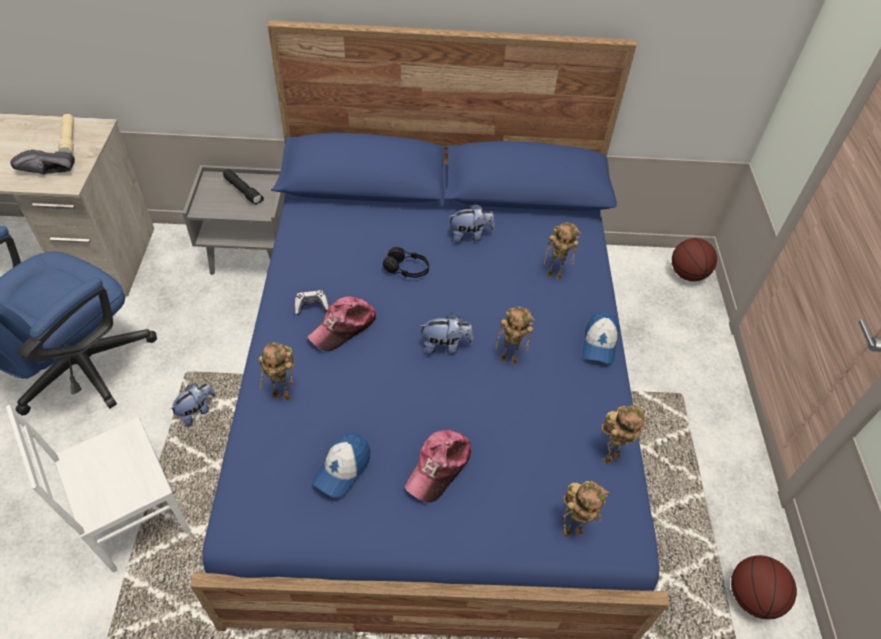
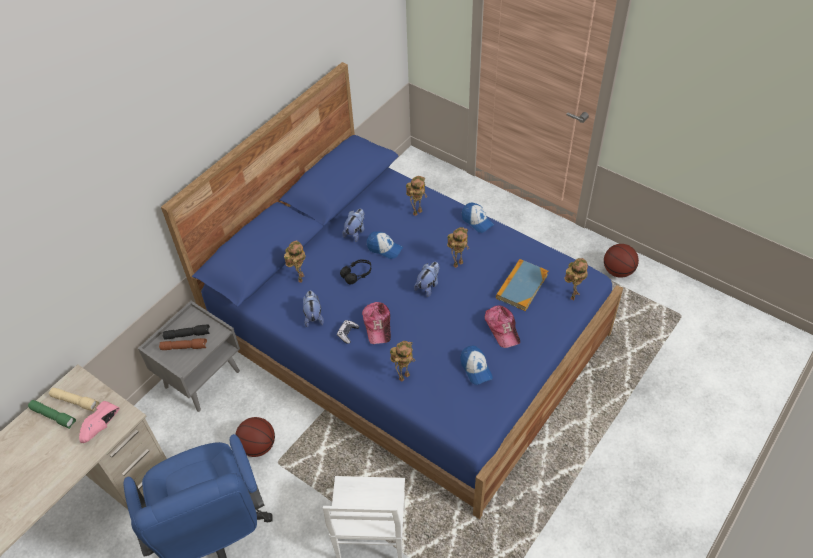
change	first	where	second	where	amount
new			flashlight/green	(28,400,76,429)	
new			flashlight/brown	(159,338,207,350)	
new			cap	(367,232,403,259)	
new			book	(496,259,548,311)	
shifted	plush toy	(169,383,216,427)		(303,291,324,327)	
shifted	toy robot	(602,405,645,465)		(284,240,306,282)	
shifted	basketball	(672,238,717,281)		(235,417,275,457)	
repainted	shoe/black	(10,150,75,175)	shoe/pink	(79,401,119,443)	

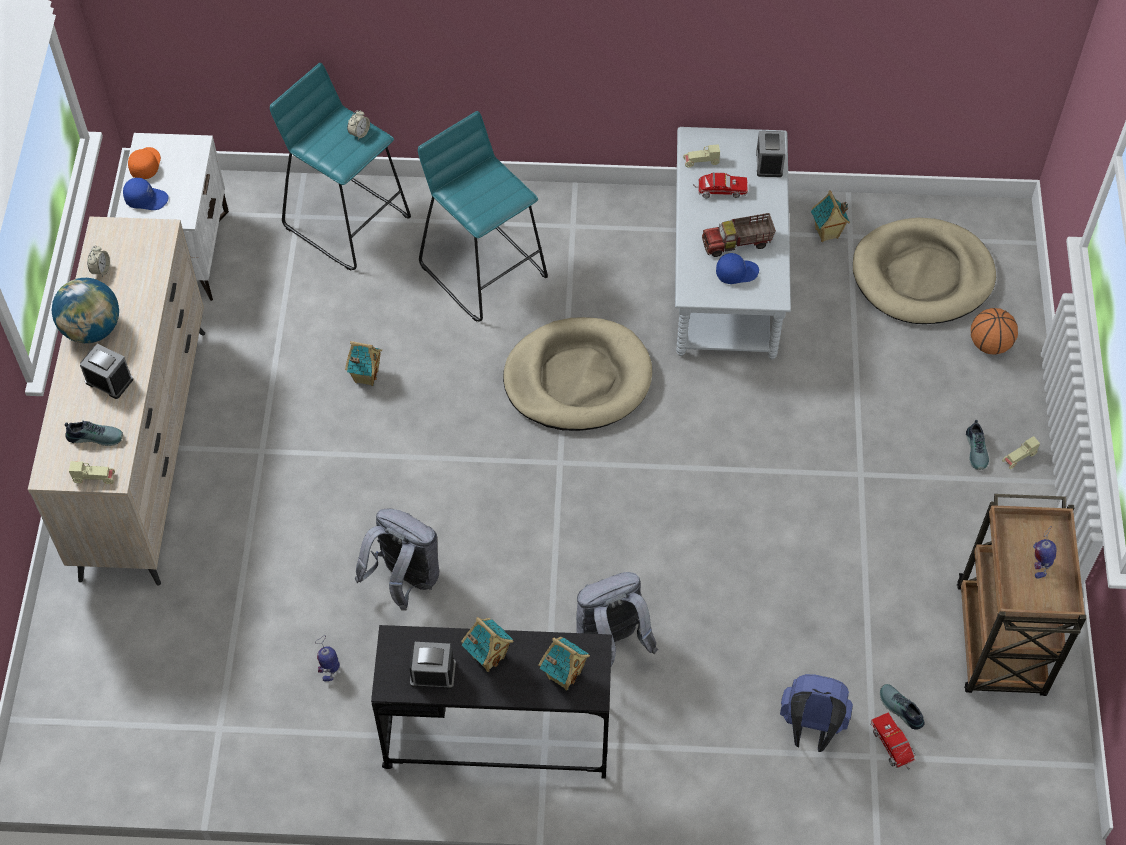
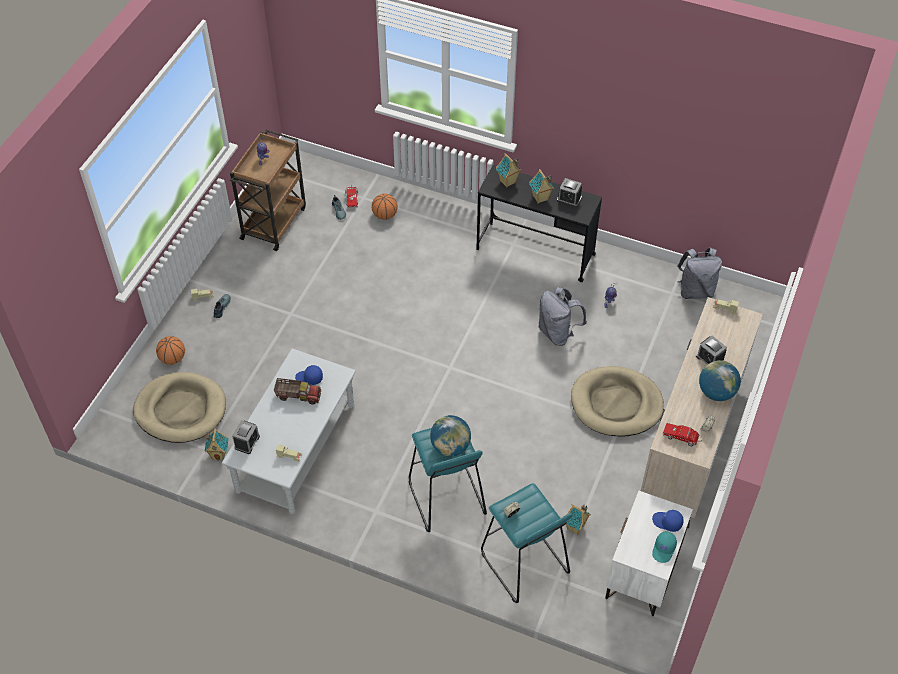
change	first	where	second	where	amount
gone	shoe	(65,421,123,446)			
new			globe	(430,415,471,456)	
shifted	toy house	(345,341,382,386)		(566,504,591,535)	
shifted	dog bed/beige	(503,317,652,431)		(571,366,664,437)	
shifted	backpack/grey	(576,572,658,666)		(677,247,722,299)	
shifted	toy truck	(693,172,748,198)		(663,423,702,447)	
swapped	backpack/blue	(780,674,853,752)	basketball	(372,194,397,220)	
repainted	cap/orange	(128,147,161,179)	cap/turquoise	(652,532,677,563)	

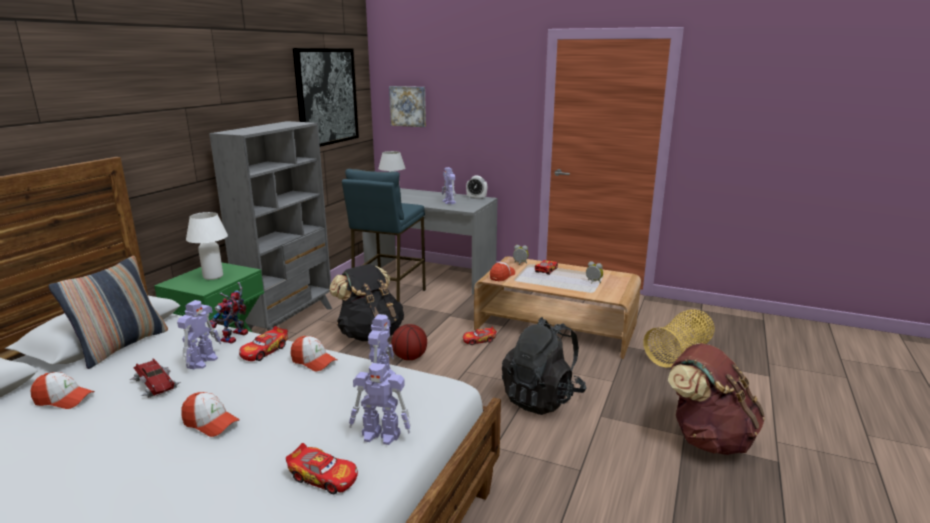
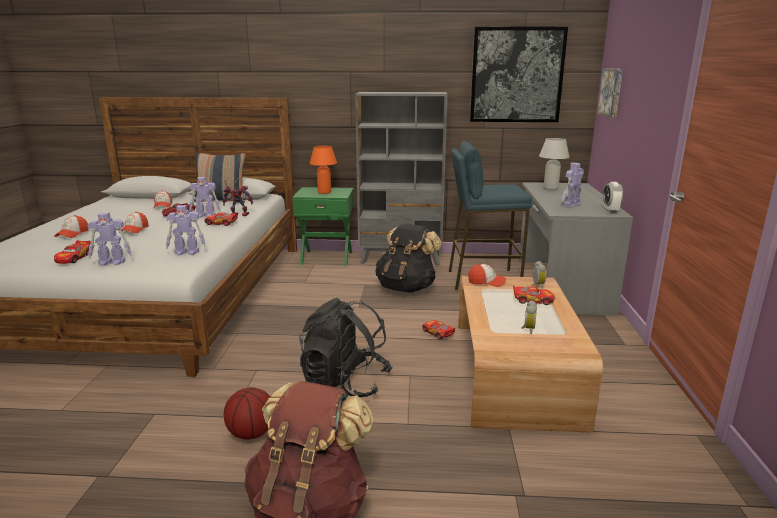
change	first	where	second	where	amount
gone	basket	(643,309,714,368)			
shifted	cap	(291,336,337,371)		(54,215,89,238)	
shifted	basketball	(391,324,427,360)		(224,387,271,440)	
repainted	table lamp/white	(186,212,228,280)	table lamp/orange	(310,146,337,194)	
rotated	toy robot	(349,363,411,445)		(87,213,132,266)	90 degrees counterclockwise

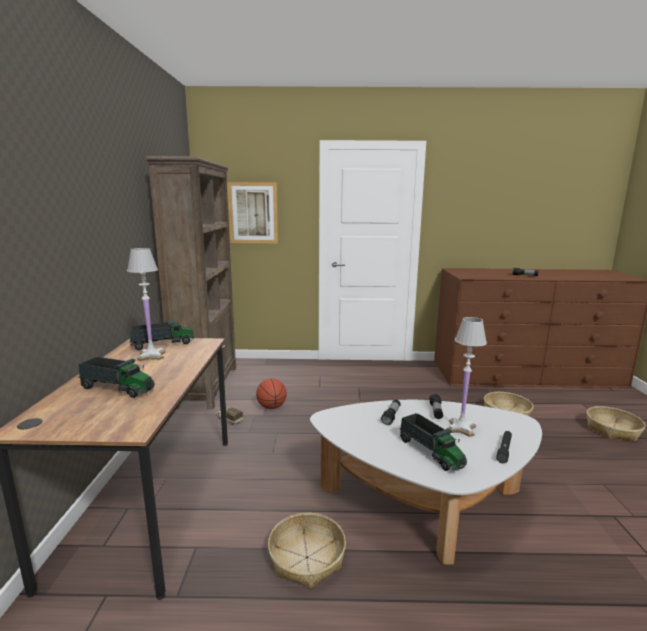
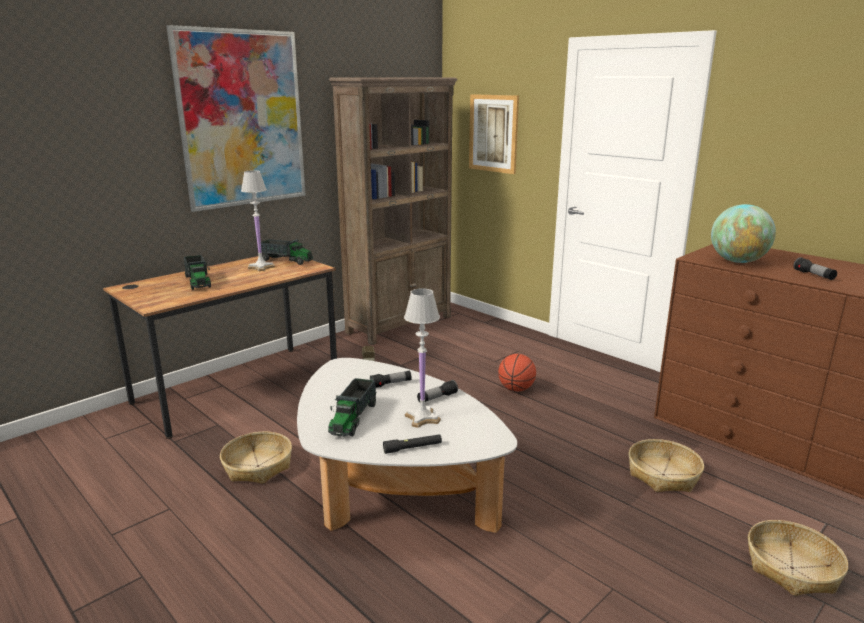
change	first	where	second	where	amount
new			picture	(166,25,306,212)	
new			globe	(711,204,776,263)	
shifted	basketball	(256,378,287,409)		(498,354,536,391)	

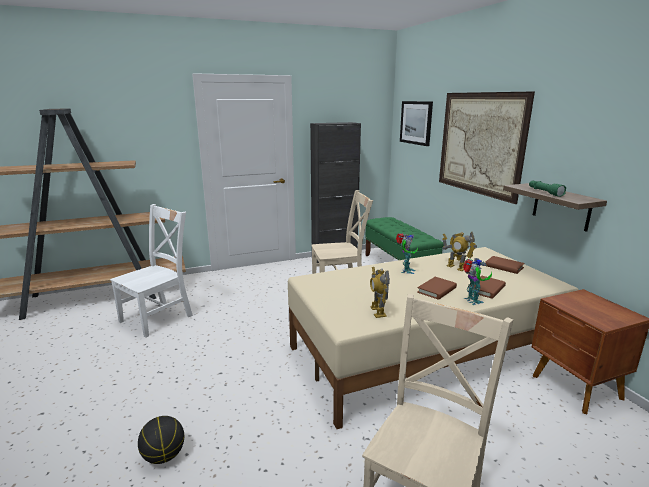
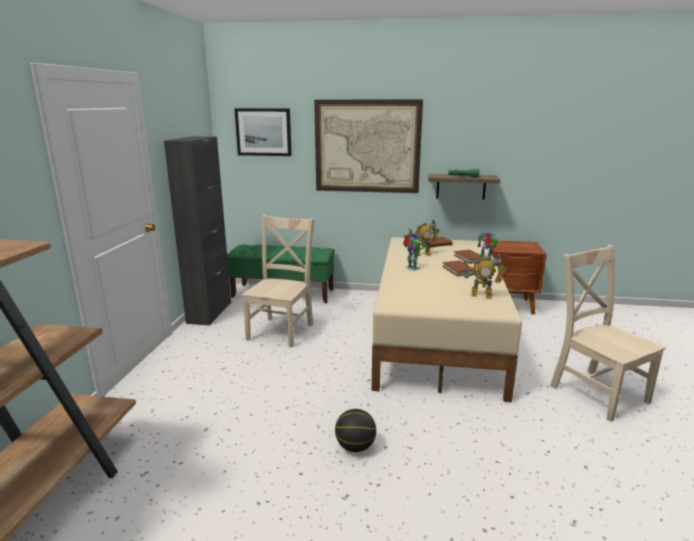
change	first	where	second	where	amount
gone	chair/white	(110,204,193,338)			
shifted	basketball	(138,416,184,464)		(335,409,376,452)	

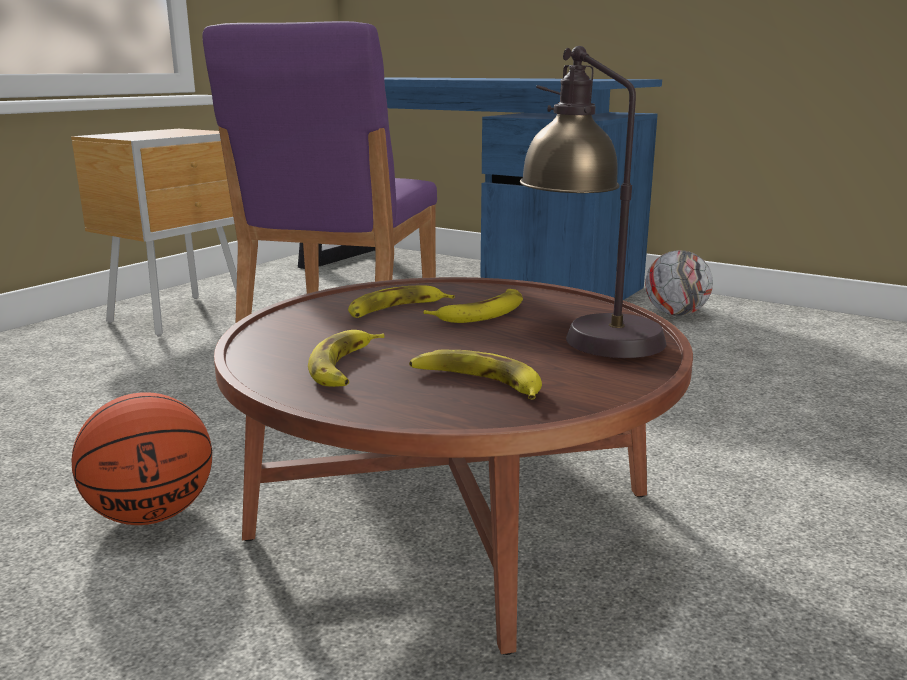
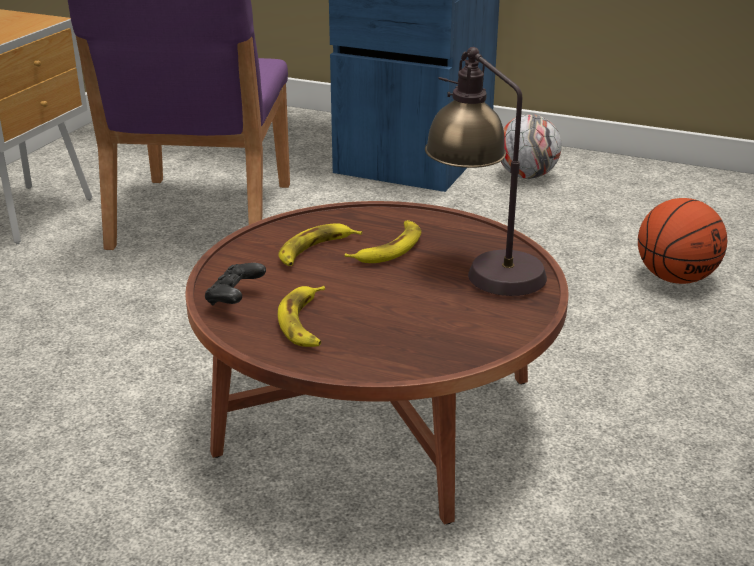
change	first	where	second	where	amount
gone	banana	(409,350,542,400)			
new			game controller/black	(205,263,266,305)	
shifted	basketball	(71,392,212,525)		(638,198,727,284)	

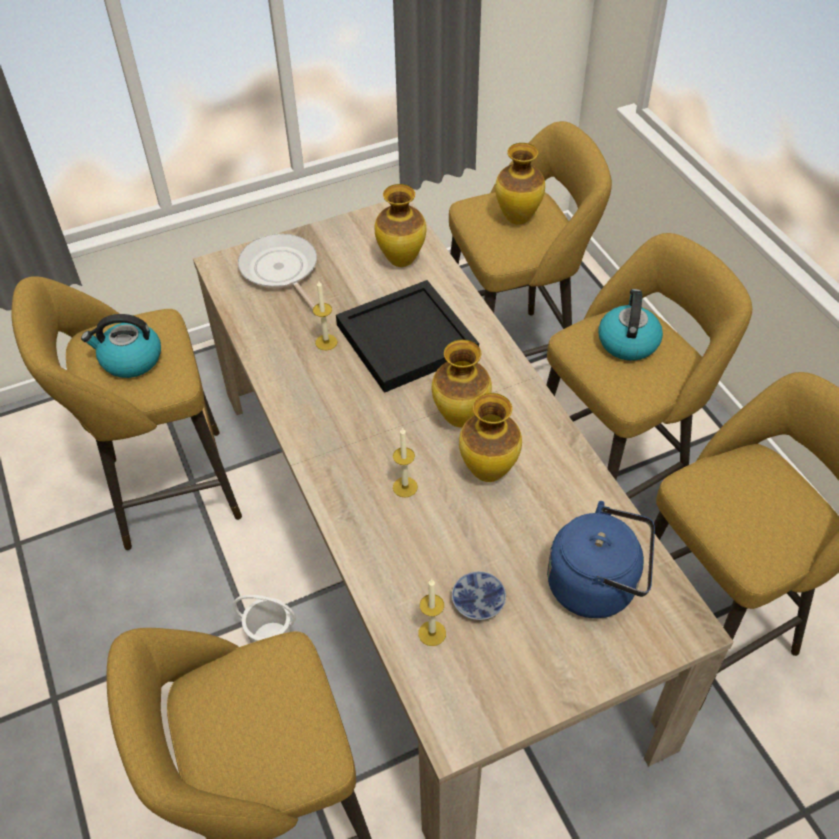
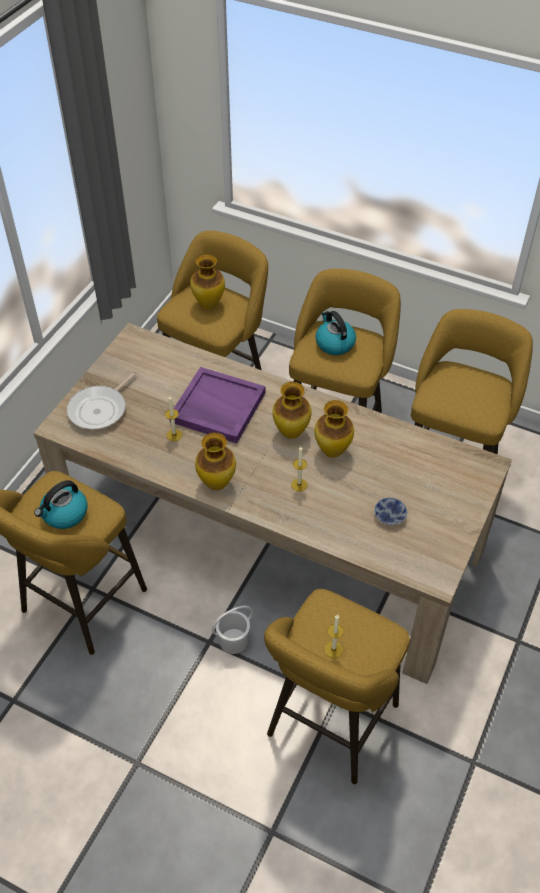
change	first	where	second	where	amount
gone	kettle/blue	(547,501,655,618)			
shifted	vase	(374,184,426,267)		(195,432,236,490)	
shifted	candle	(418,579,446,646)		(324,615,344,658)	
repainted	tray/black	(336,280,479,393)	tray/purple	(170,367,265,444)	
rotated	frying pan	(238,234,317,309)		(67,371,137,430)	75 degrees counterclockwise

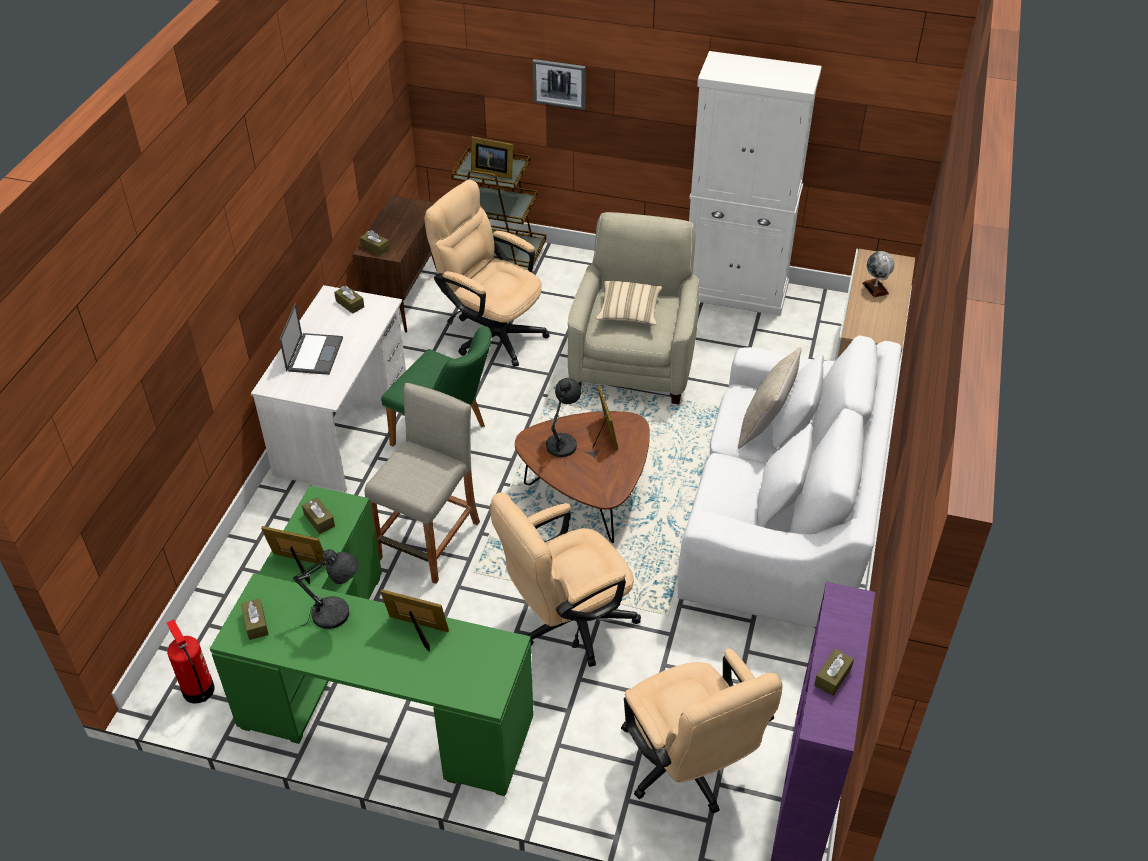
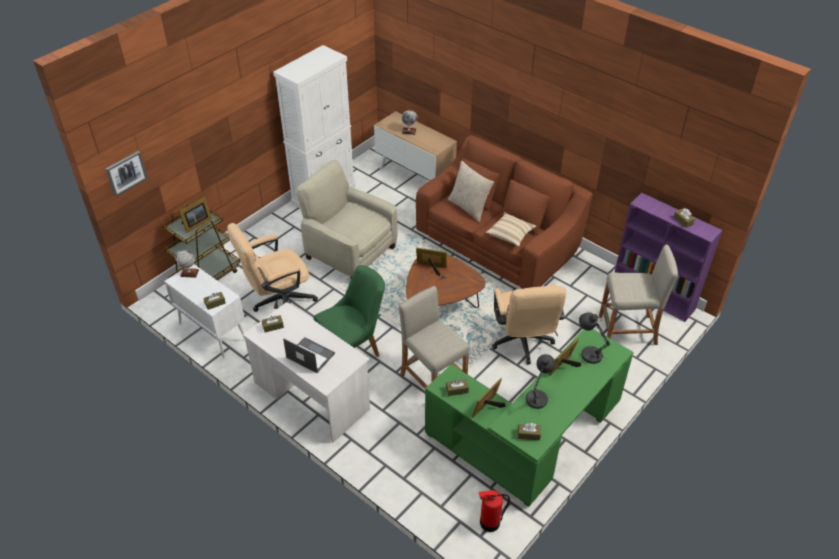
change	first	where	second	where	amount
new			globe	(175,250,199,278)	
shifted	picture	(532,59,586,110)		(106,151,148,197)	
shifted	table lamp/grey	(546,378,582,464)		(579,313,610,364)	
shifted	pillow/beige	(596,281,662,325)		(486,212,536,247)	
swapped	office chair/beige	(621,648,782,813)	stool/beige	(599,244,678,345)	
repainted	cabinet/brown	(352,196,437,333)	cabinet/white	(164,264,245,358)	
repainted	sofa/white	(677,335,902,628)	sofa/brown	(416,135,593,289)	

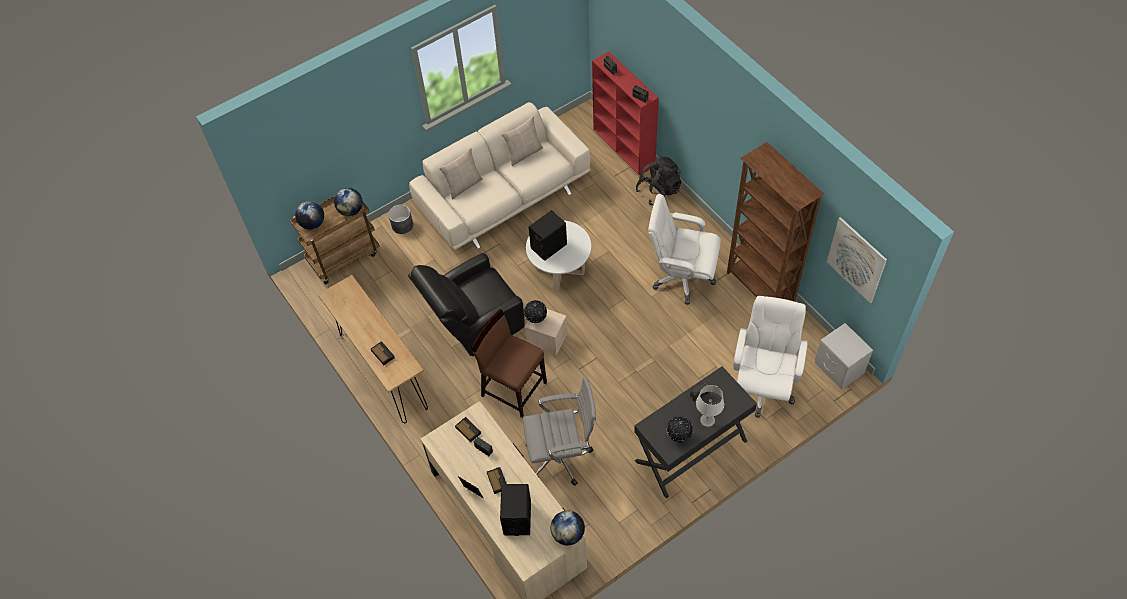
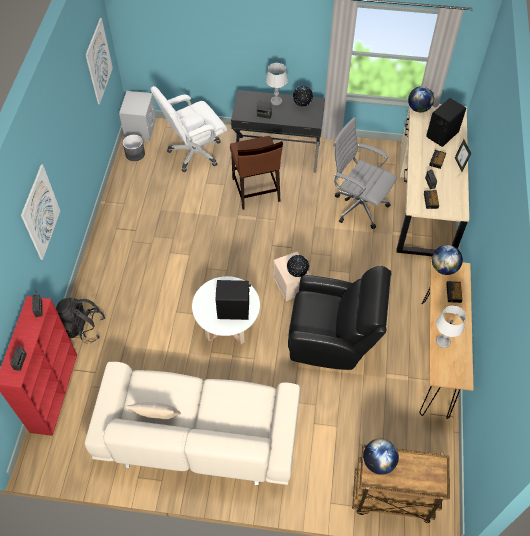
change	first	where	second	where	amount
gone	pillow/beige	(439,148,483,200)			
gone	office chair/white	(648,194,721,305)			
gone	bookcase/brown	(727,142,824,302)			
new			picture	(21,164,60,260)	
new			table lamp/grey	(436,306,466,348)	
shifted	globe	(295,201,324,229)		(432,245,463,275)	
shifted	planter/grey	(388,205,413,234)		(123,135,145,161)	
shifted	chair/brown	(471,309,547,418)		(230,136,283,210)	

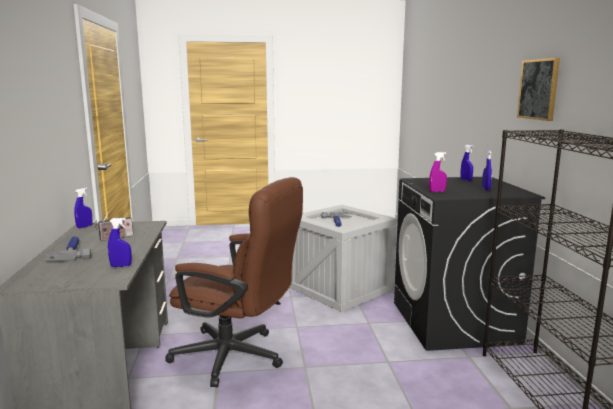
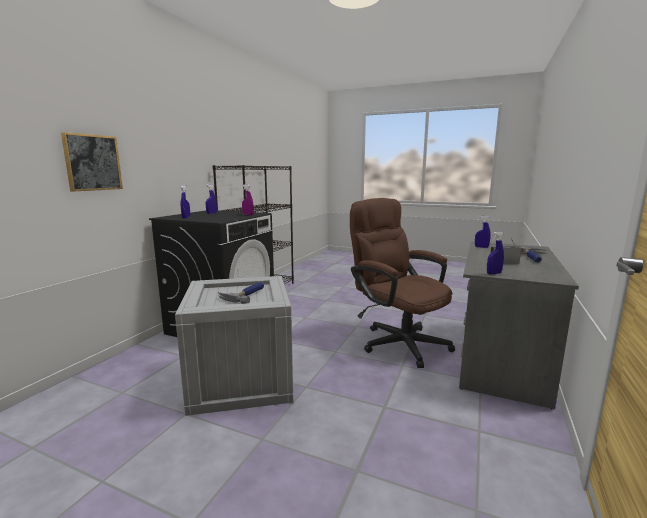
change	first	where	second	where	amount
shifted	spray bottle/blue	(74,188,92,228)		(487,232,504,274)	
shifted	picture	(517,58,560,121)		(61,132,123,192)	

